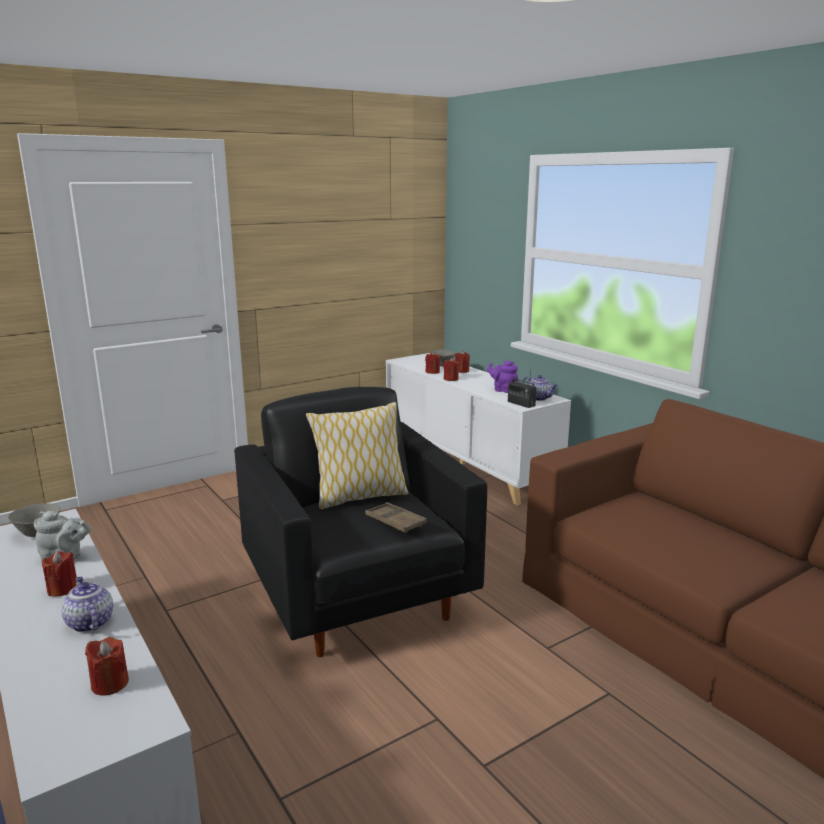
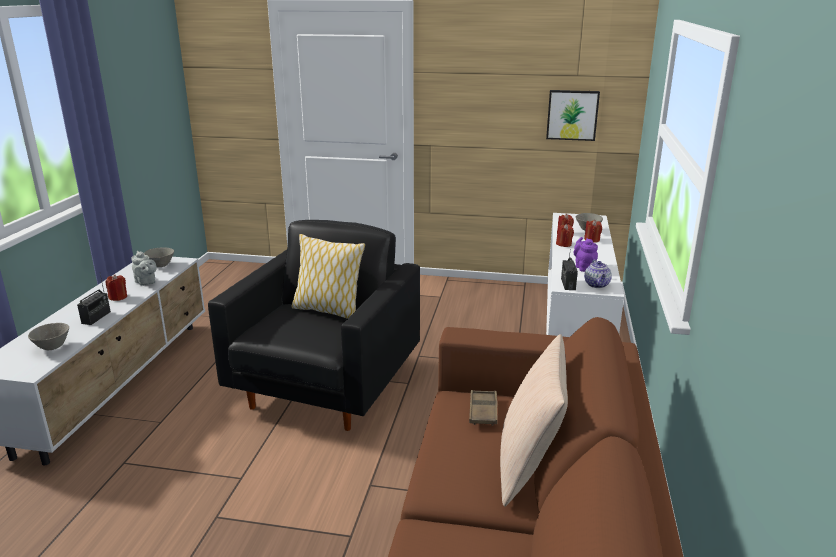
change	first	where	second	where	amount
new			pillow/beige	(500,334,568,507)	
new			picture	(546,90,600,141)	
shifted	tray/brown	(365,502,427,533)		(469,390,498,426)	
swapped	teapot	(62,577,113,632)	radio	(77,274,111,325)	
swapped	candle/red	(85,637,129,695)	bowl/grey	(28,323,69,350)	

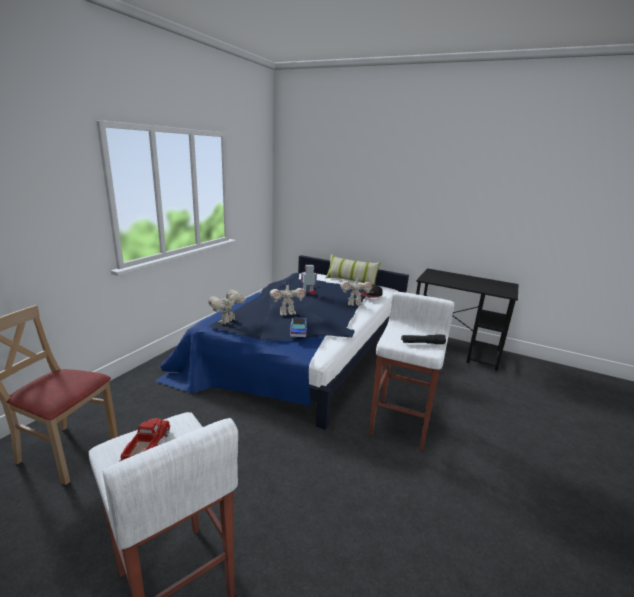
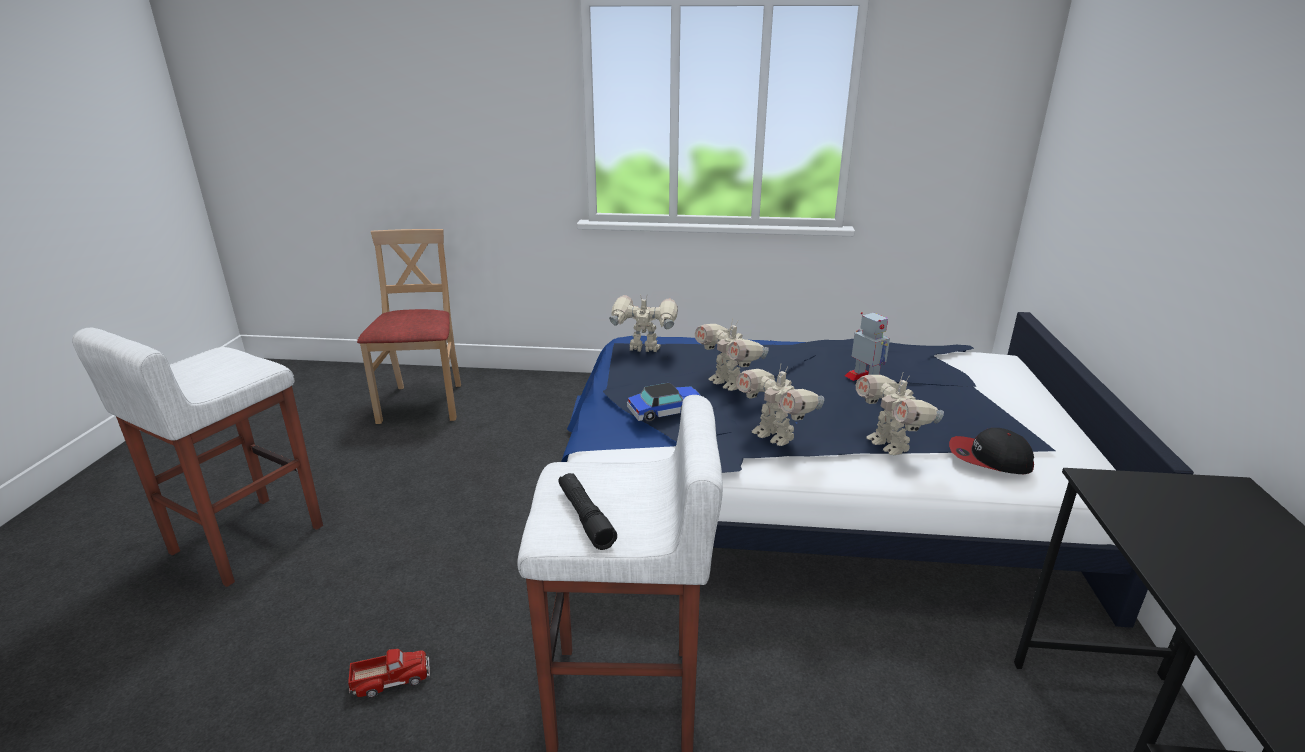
change	first	where	second	where	amount
gone	pillow	(326,255,380,285)			
new			toy robot	(736,365,824,446)	
shifted	toy truck	(119,418,170,462)		(348,649,430,698)	

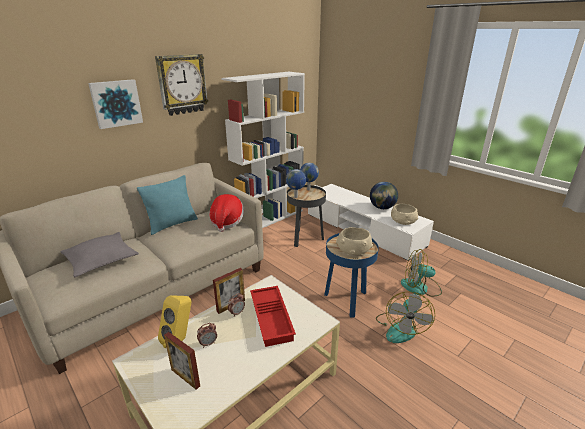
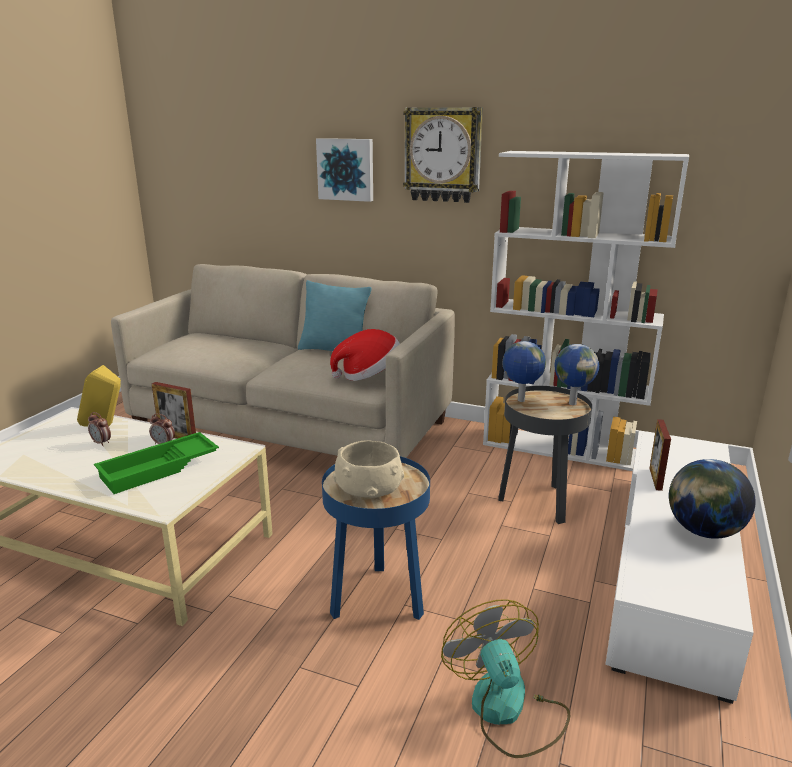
change	first	where	second	where	amount
gone	pillow/grey	(60,232,139,277)			
gone	fan	(376,292,435,343)			
gone	bowl/beige	(391,204,418,225)			
shifted	picture frame	(164,332,200,390)		(649,419,671,491)	
repainted	tray/red	(250,286,296,347)	tray/green	(94,432,219,494)	

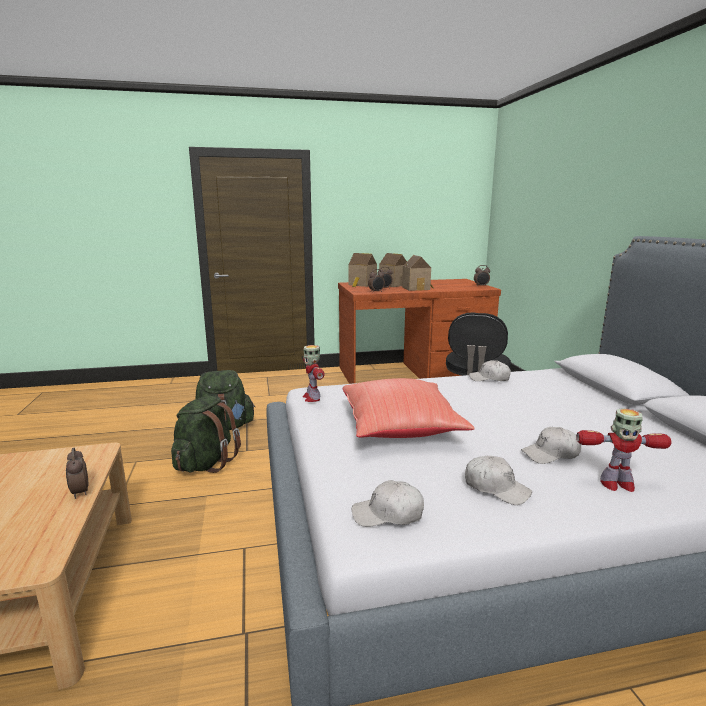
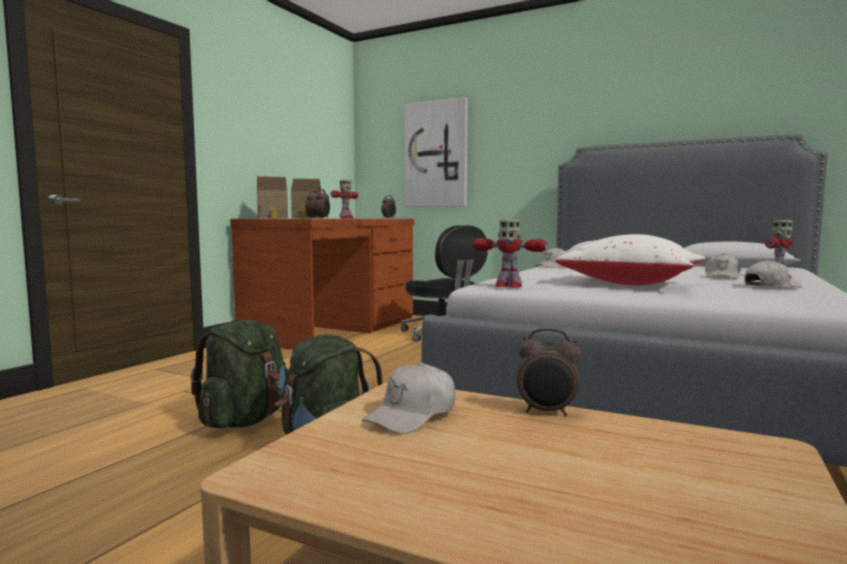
change	first	where	second	where	amount
new			picture	(404,97,468,207)	
shifted	cap/white	(351,480,424,527)		(362,362,455,434)	
swapped	toy house	(402,255,434,291)	toy robot	(330,180,358,218)	
repainted	pillow/red	(343,378,475,438)	pillow/white	(555,234,706,285)	

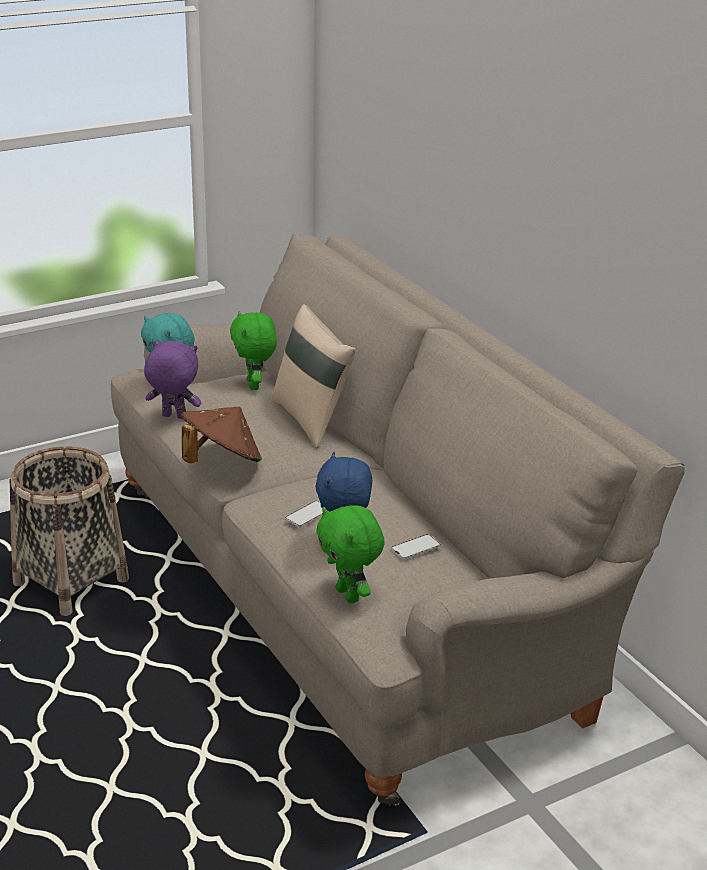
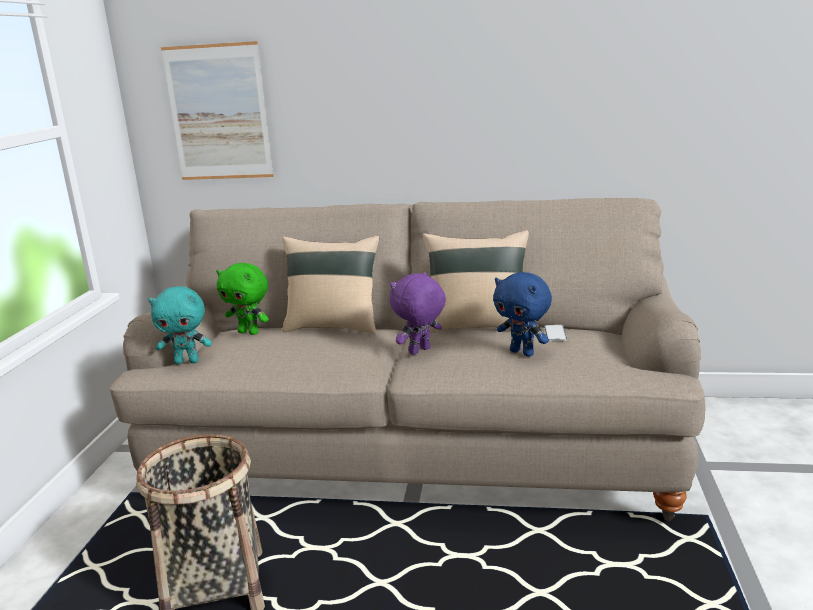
change	first	where	second	where	amount
gone	hat/brown	(181,407,262,463)			
gone	phone	(285,501,323,527)			
gone	plush toy/green	(316,505,385,603)			
new			picture	(161,41,274,180)	
new			pillow/beige	(423,230,529,334)	
shifted	plush toy/purple	(144,341,201,419)		(390,272,446,355)	

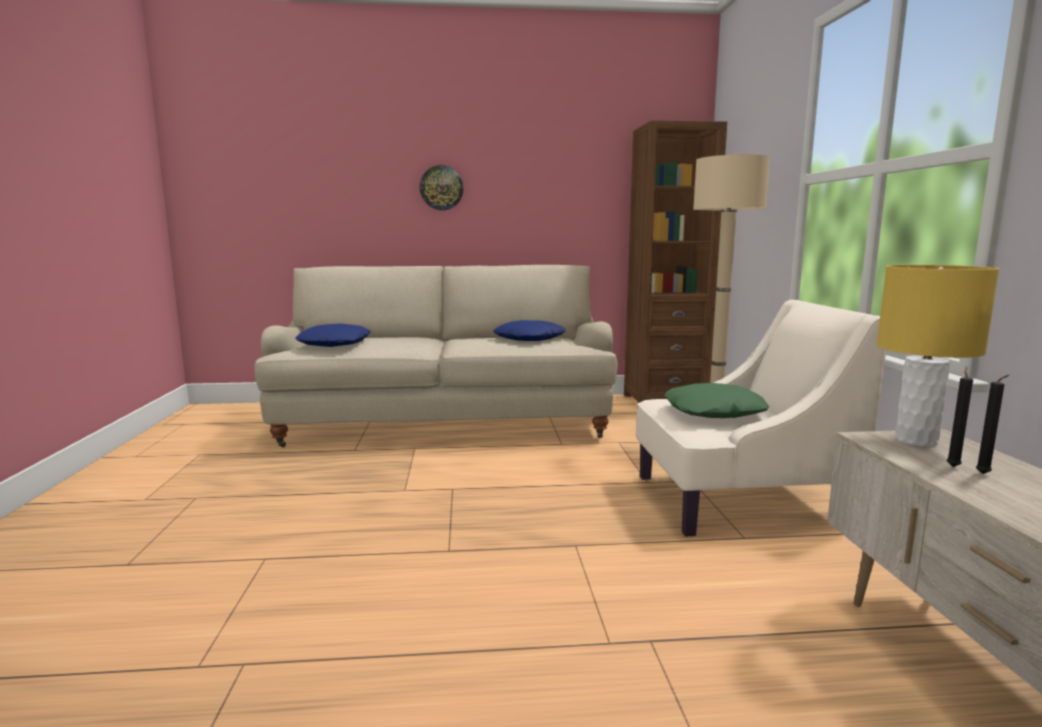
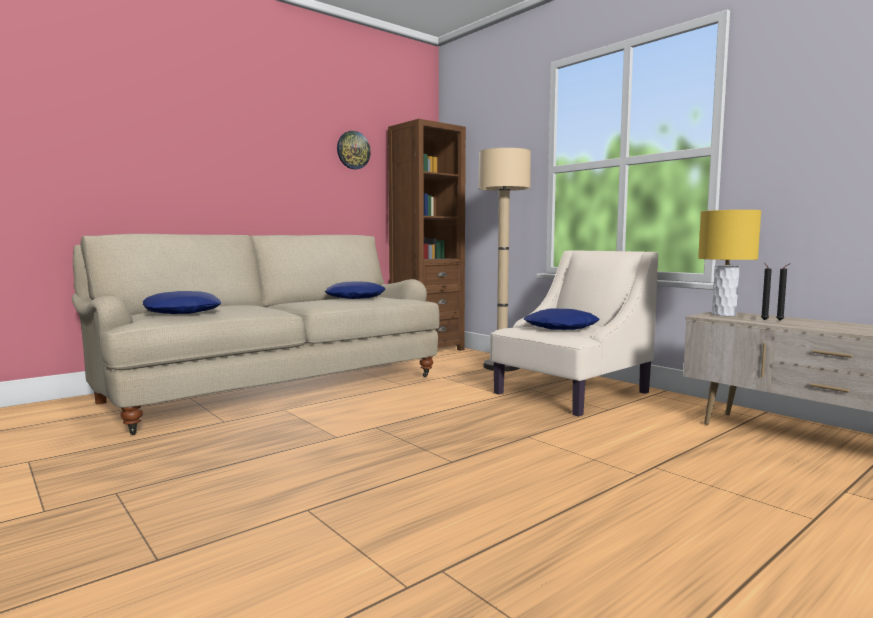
change	first	where	second	where	amount
shifted	wall clock	(420,165,463,210)		(337,131,371,169)	
repainted	pillow/green	(665,383,769,418)	pillow/blue	(524,308,600,330)	

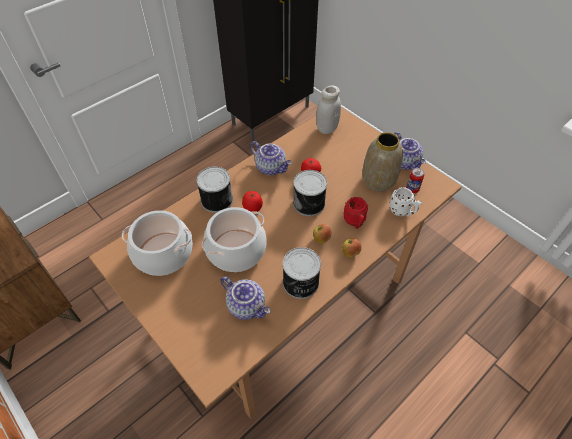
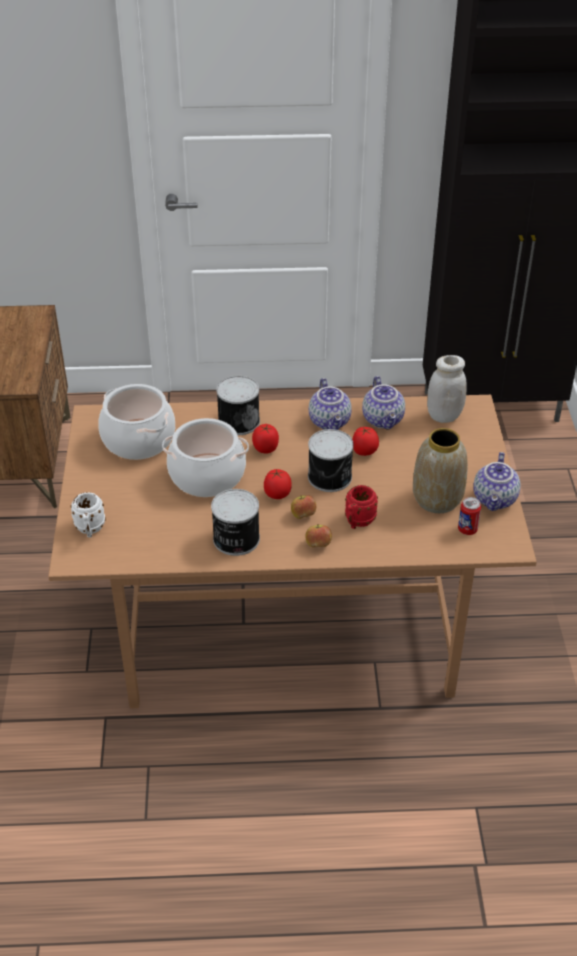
change	first	where	second	where	amount
new			tomato	(264,469,292,499)	
shifted	teapot	(220,276,271,320)		(362,376,405,430)	
shifted	mug/white	(389,187,422,217)		(70,492,106,537)	

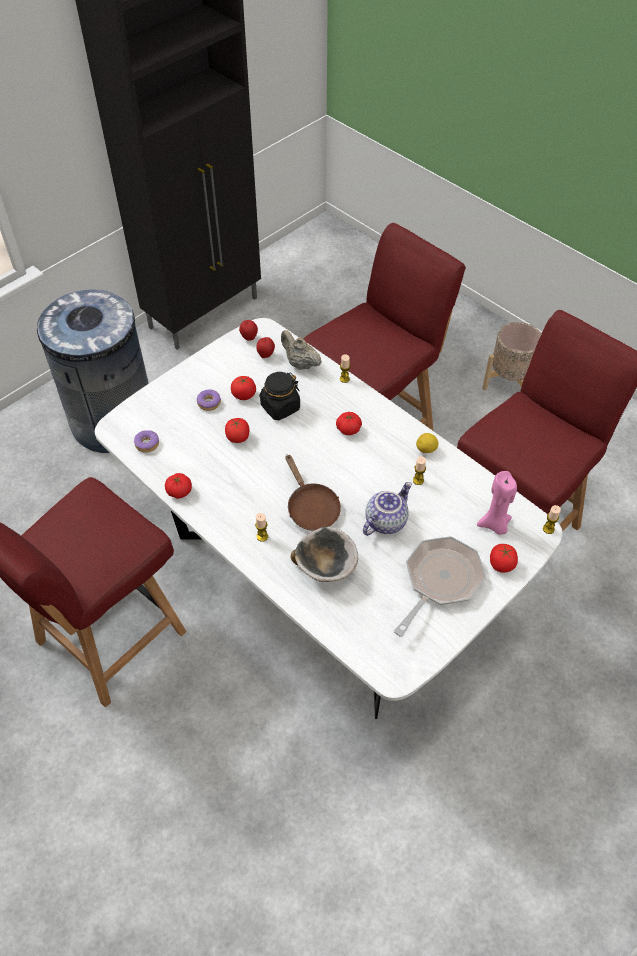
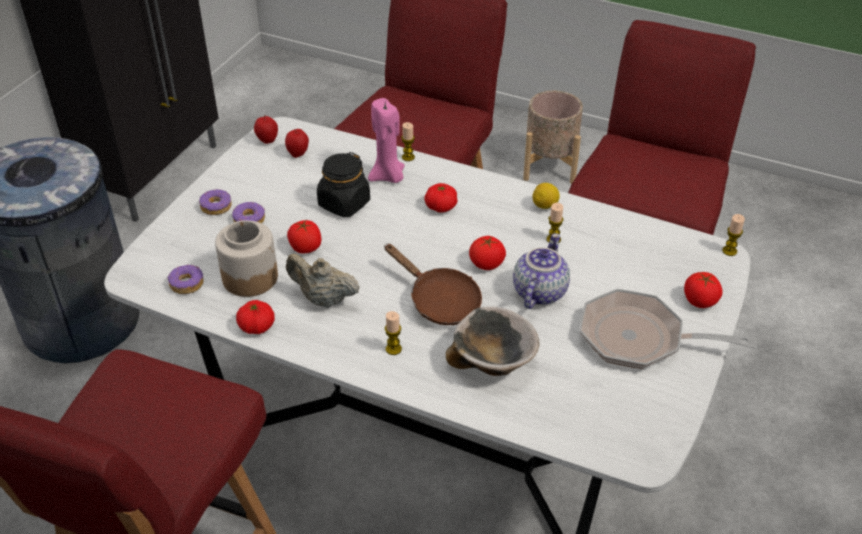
change	first	where	second	where	amount
new			donut	(199,189,232,215)	
new			jar	(215,220,278,297)	
shifted	tomato	(231,376,256,400)		(469,236,506,270)	
shifted	teapot/beige	(281,330,322,370)		(286,254,360,308)	
shifted	candle/pink	(477,471,517,535)		(368,98,405,183)	
rotated	frying pan	(393,536,486,637)		(579,289,757,369)	90 degrees counterclockwise

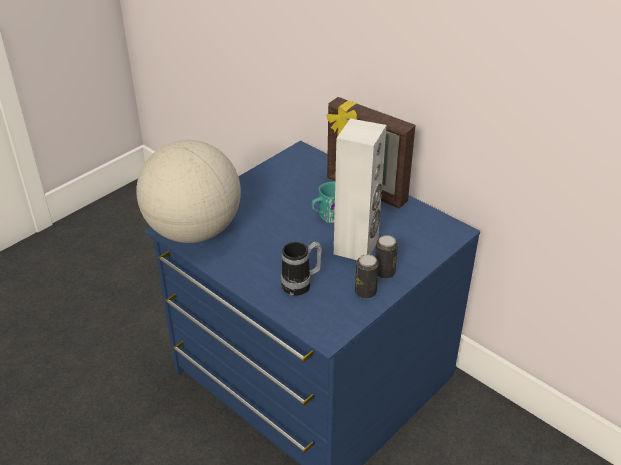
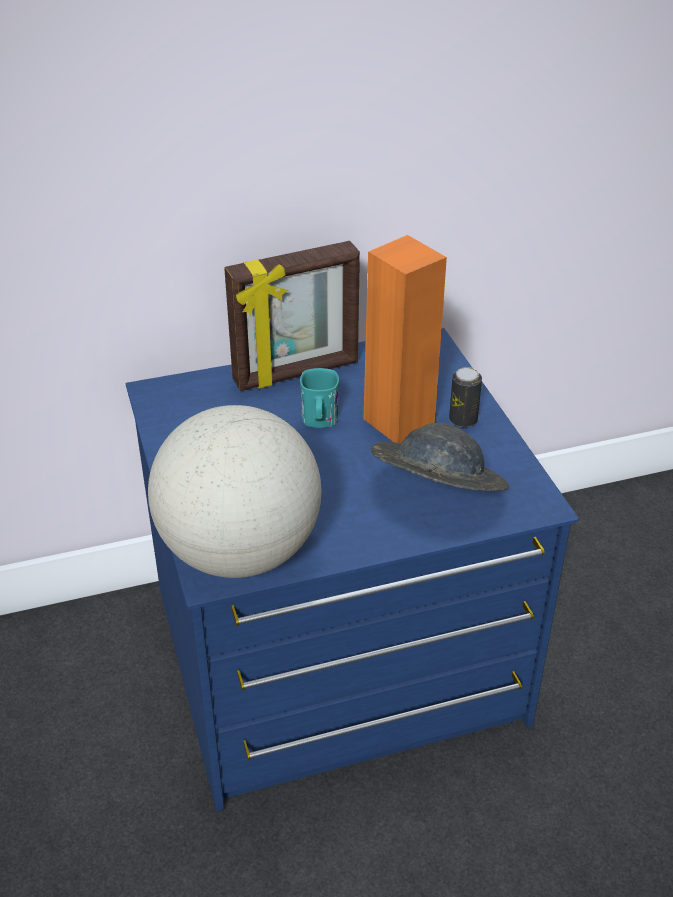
change	first	where	second	where	amount
gone	can	(355,254,379,299)			
swapped	mug	(281,241,322,296)	hat/grey	(371,423,509,491)	
repainted	speaker/white	(334,118,386,260)	speaker/orange	(364,235,447,443)	

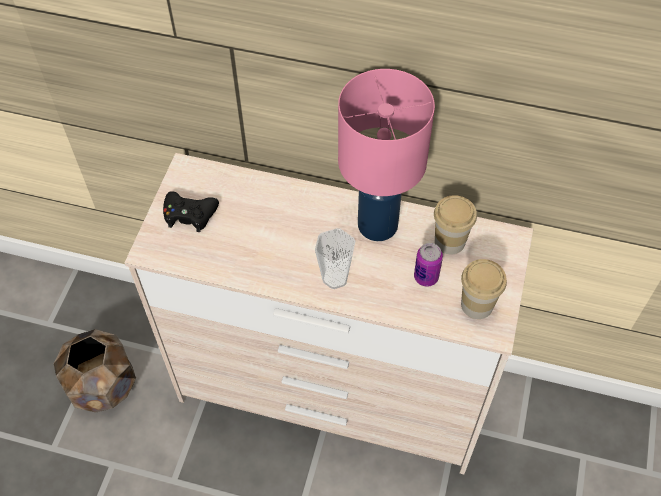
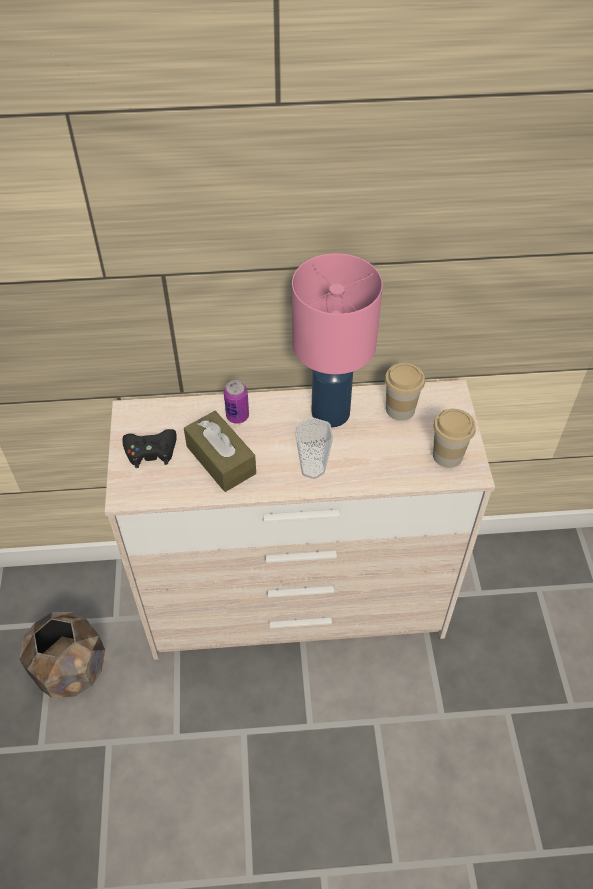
change	first	where	second	where	amount
new			tissue box/brown	(184,411,256,492)	
shifted	can	(414,243,443,287)		(224,380,249,424)	

